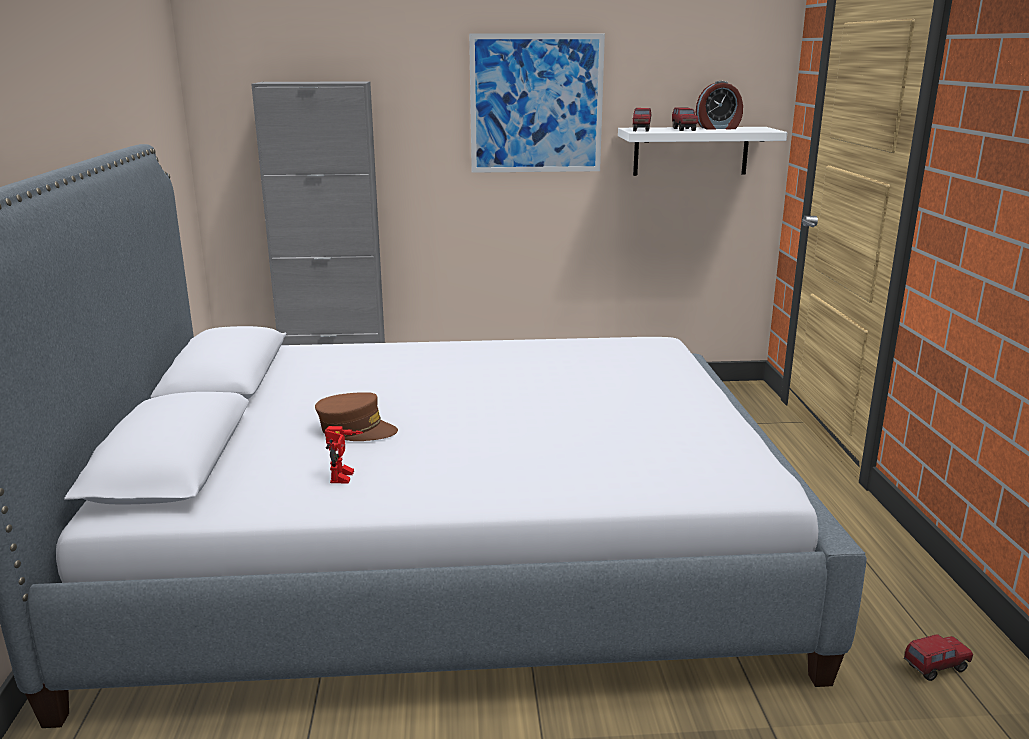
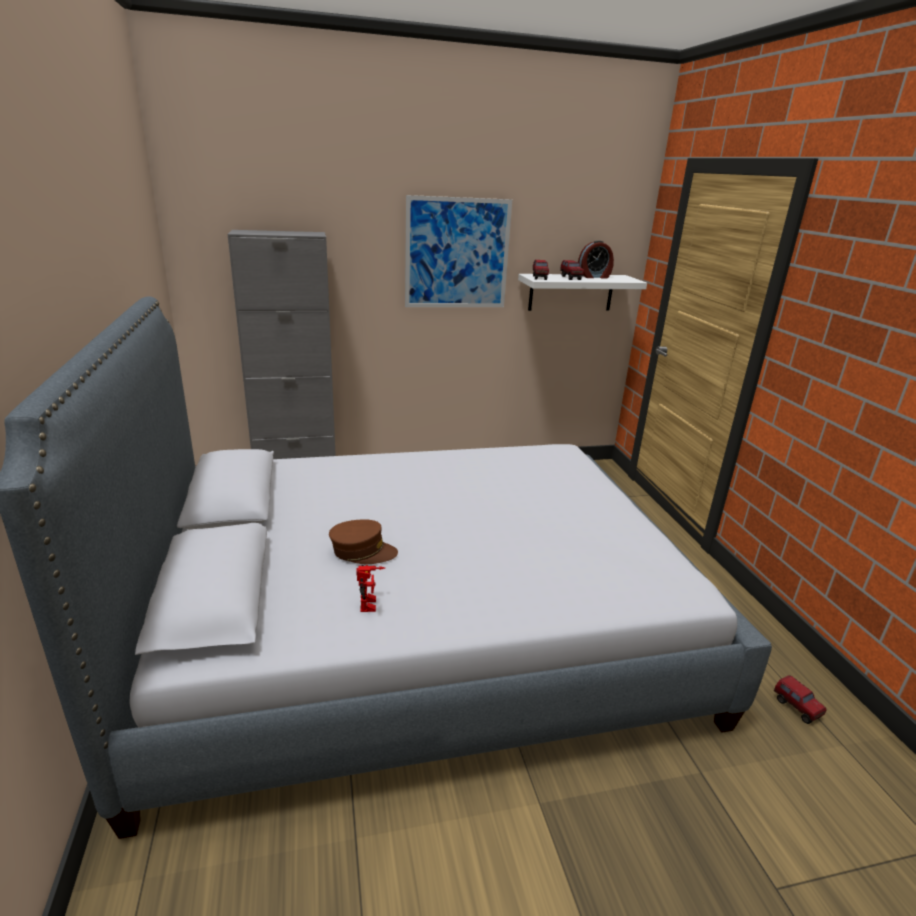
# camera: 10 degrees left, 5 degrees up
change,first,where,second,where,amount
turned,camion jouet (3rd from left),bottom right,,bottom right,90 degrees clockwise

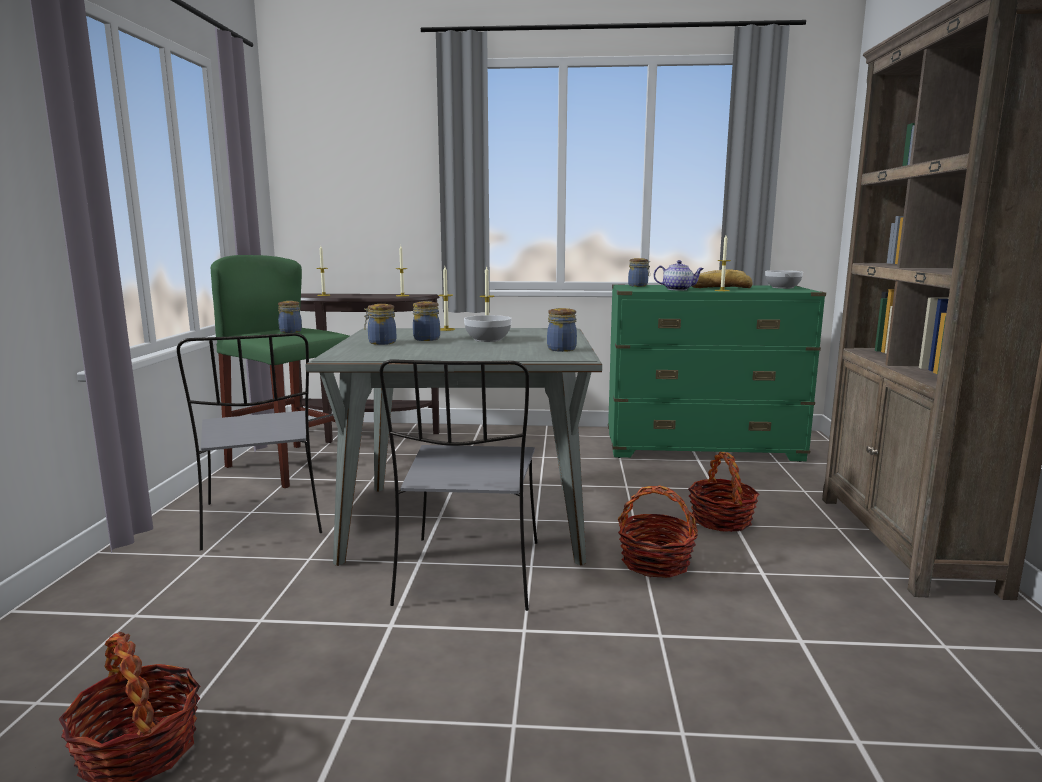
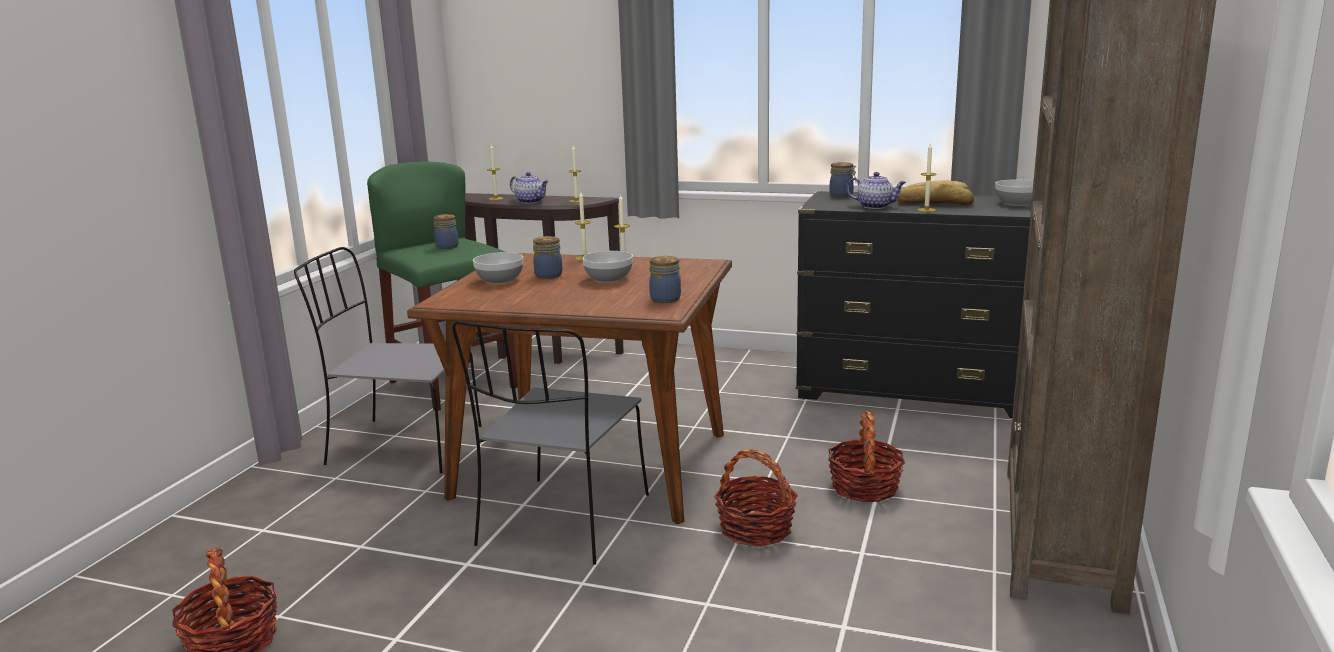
# camera: 15 degrees right, 5 degrees up
change,first,where,second,where,amount
added,,,théière (1st from left),top centre,
replaced,bocal (2nd from left),centre,bol (1st from left),centre,
recoloured,table à manger/gris,centre,table à manger/marron,centre,
recoloured,commode/vert,middle right,commode/noir,middle right,
turned,chaise/gris (1st from left),middle left,,middle left,105 degrees clockwise

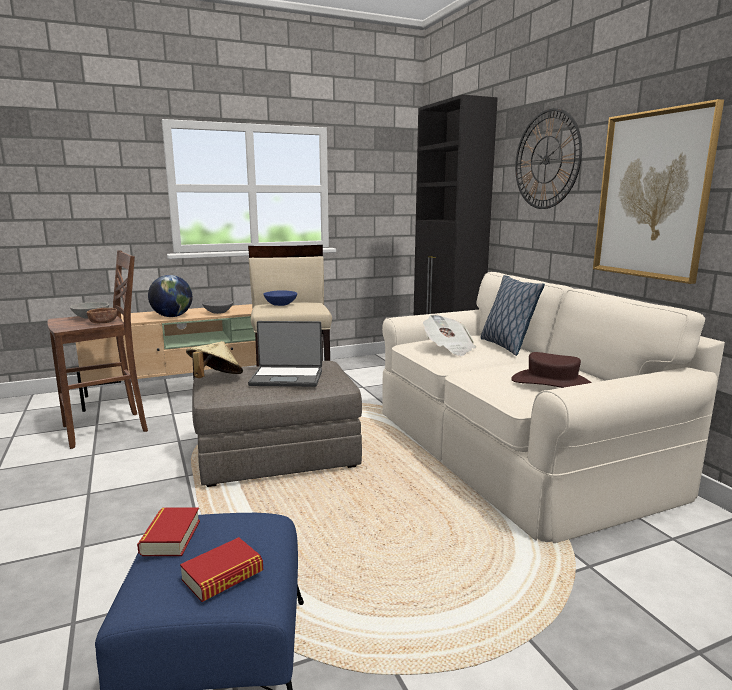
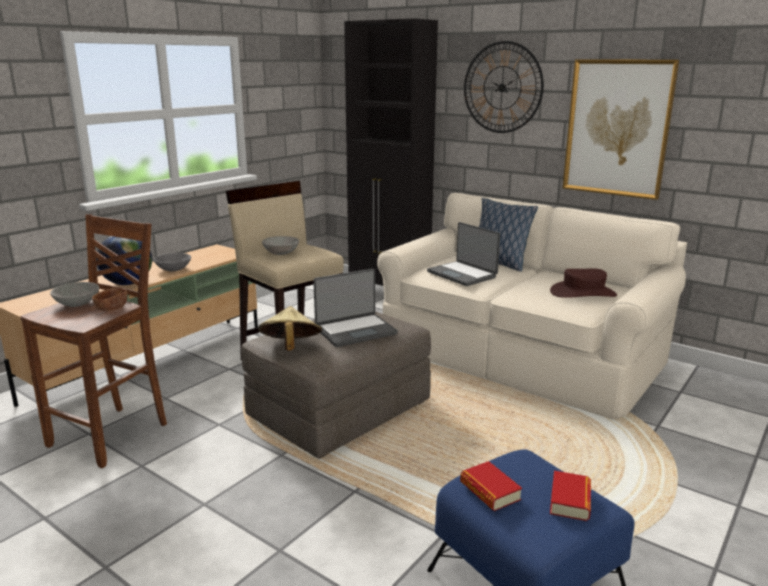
# camera: 30 degrees left, 5 degrees up
change,first,where,second,where,amount
replaced,journal,centre,ordinateur portable (2nd from left),centre,
recoloured,bol/bleu,centre,bol/gris (3rd from left),centre,

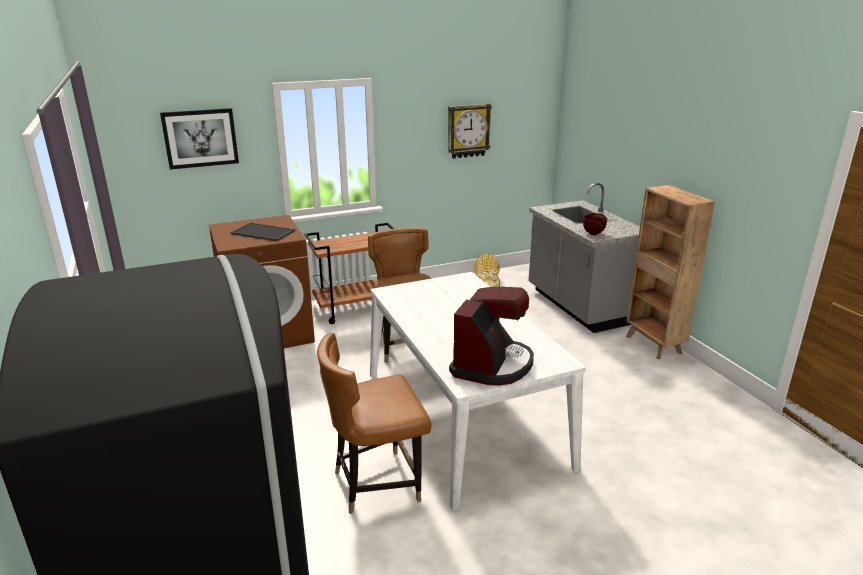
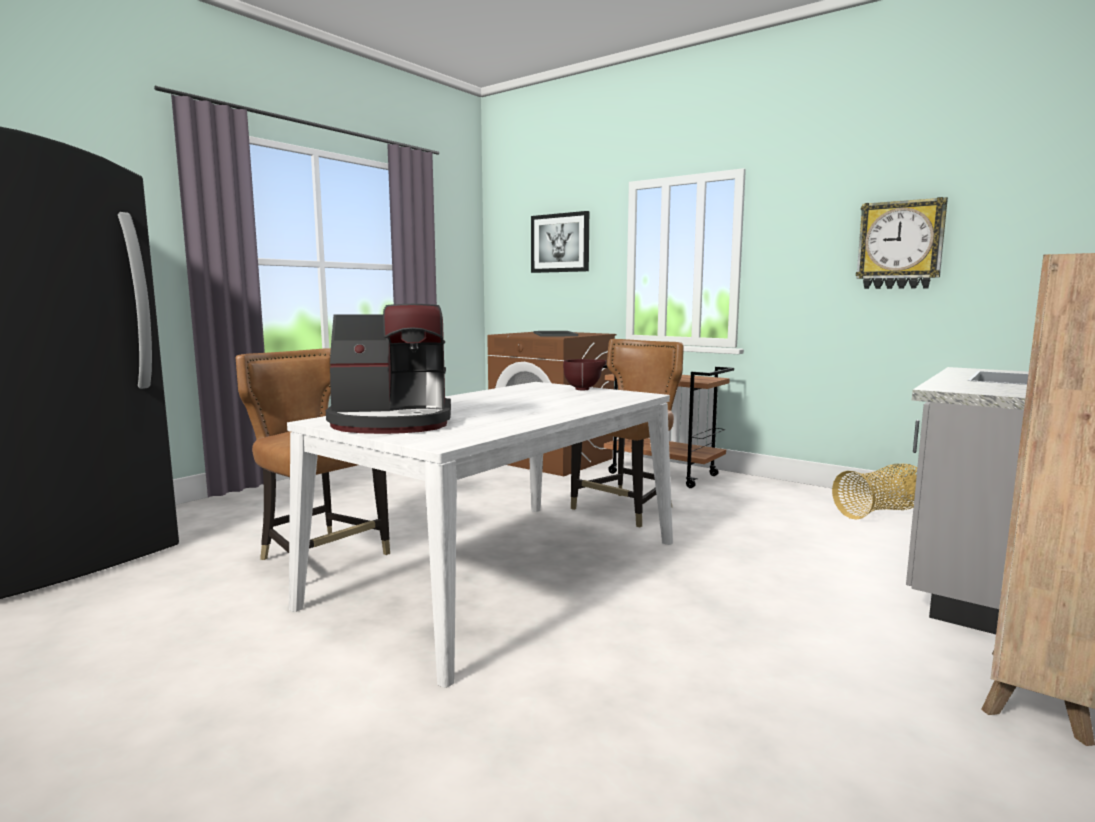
# camera: 60 degrees right, 15 degrees down
change,first,where,second,where,amount
moved,bol/marron,middle right,,centre,

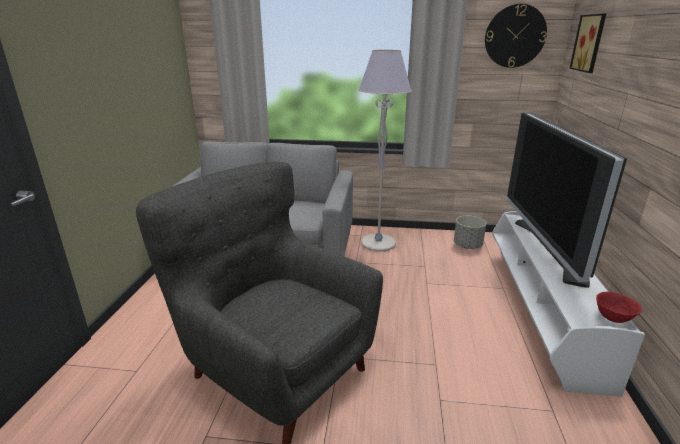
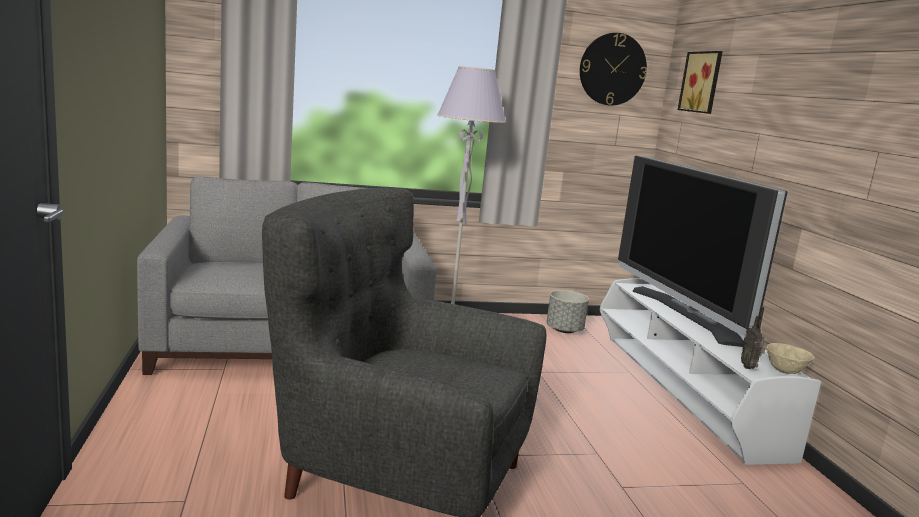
# camera: 20 degrees left, 10 degrees down
change,first,where,second,where,amount
added,,,radio,middle right,
recoloured,bol/rouge,bottom right,bol/beige,bottom right,

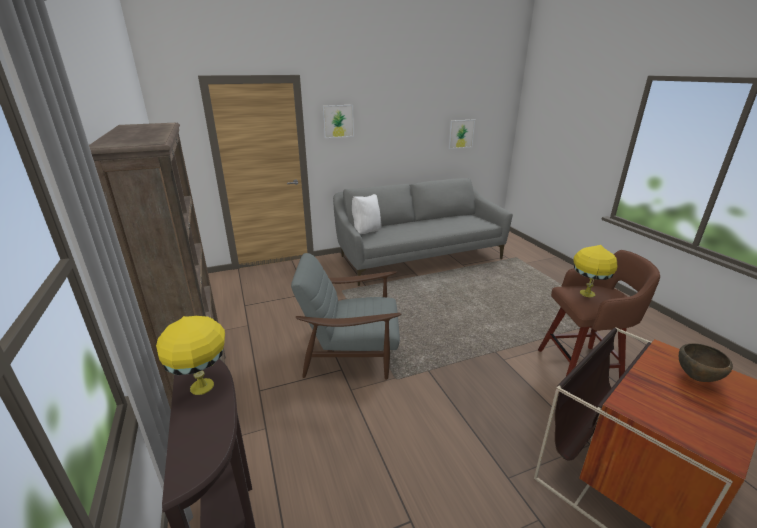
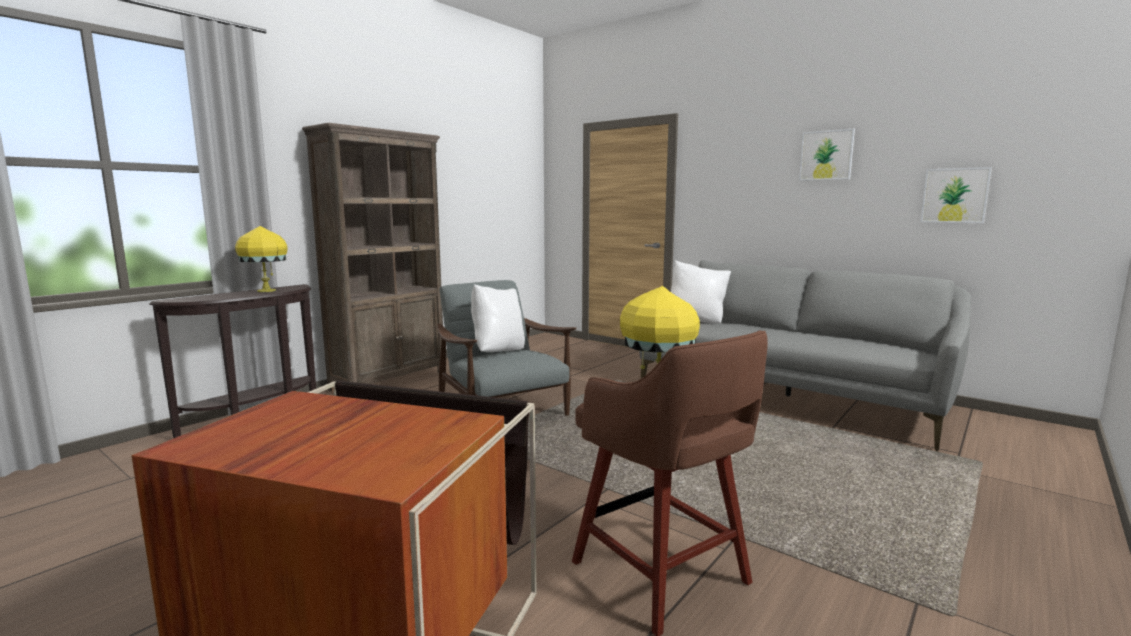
# camera: 60 degrees right, 15 degrees down
change,first,where,second,where,amount
removed,bol/marron,bottom right,,,
added,,,coussin/blanc (1st from left),centre,
moved,tableau (1st from left),top centre,,top right,

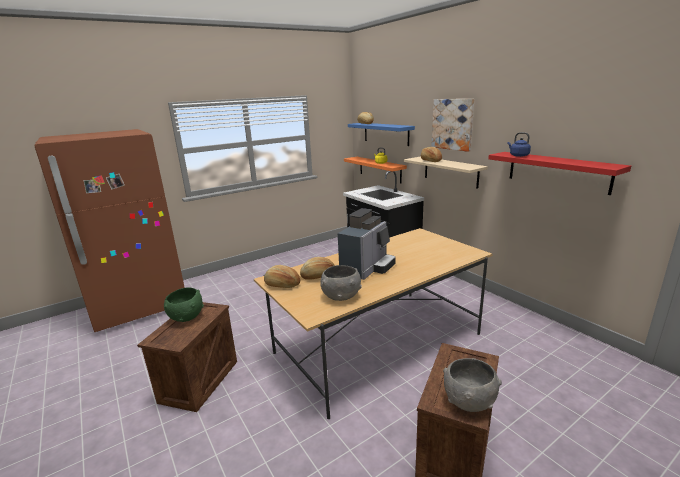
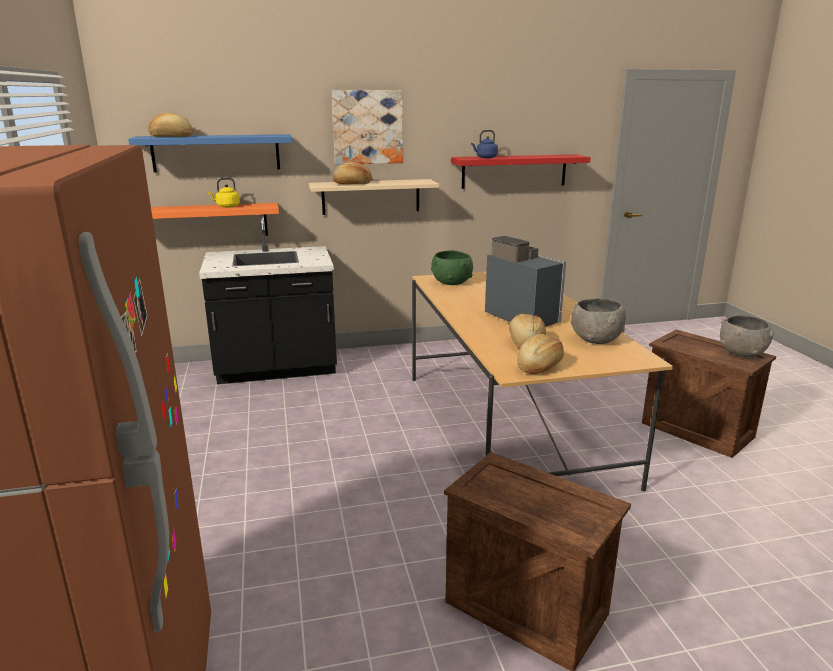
# camera: 70 degrees left, 0 degrees up
change,first,where,second,where,amount
moved,bol/vert,middle left,,centre,

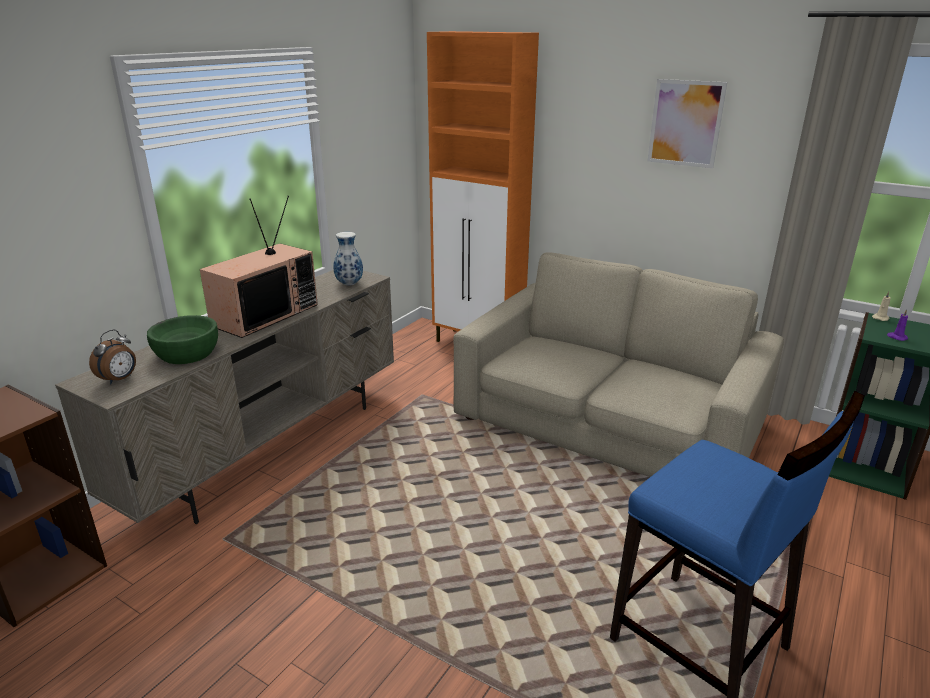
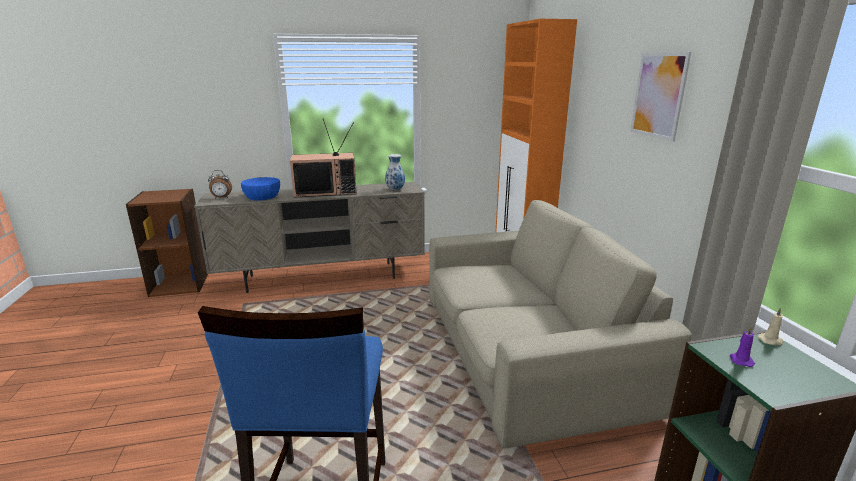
# camera: 45 degrees right, 5 degrees down
change,first,where,second,where,amount
recoloured,bol/vert,middle left,bol/bleu,middle left,

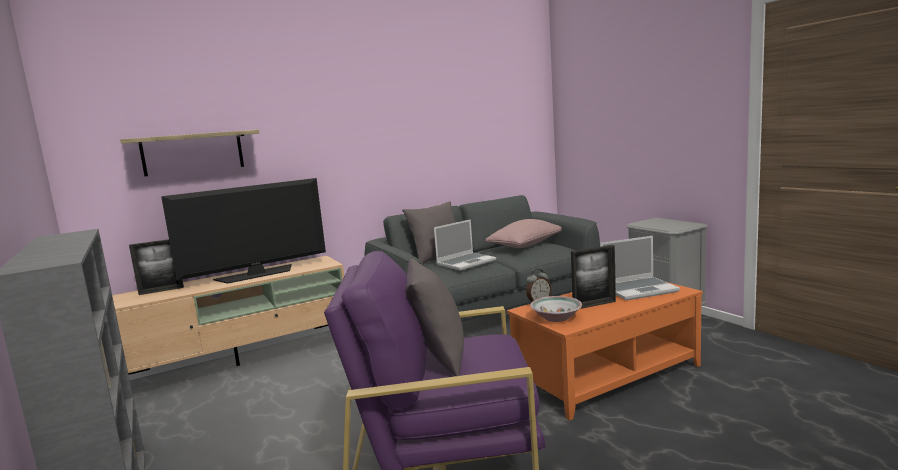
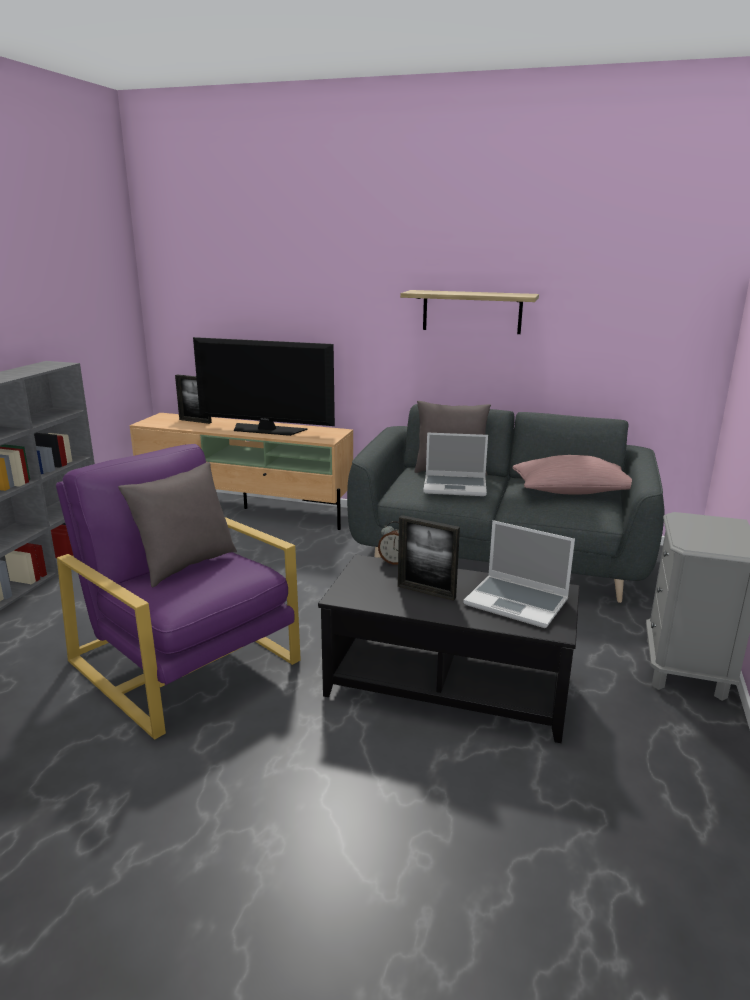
# camera: 45 degrees right, 10 degrees up
change,first,where,second,where,amount
removed,bol,centre,,,
moved,étagère,top left,,top centre,
recoloured,table basse/orange,bottom right,table basse/noir,centre,

